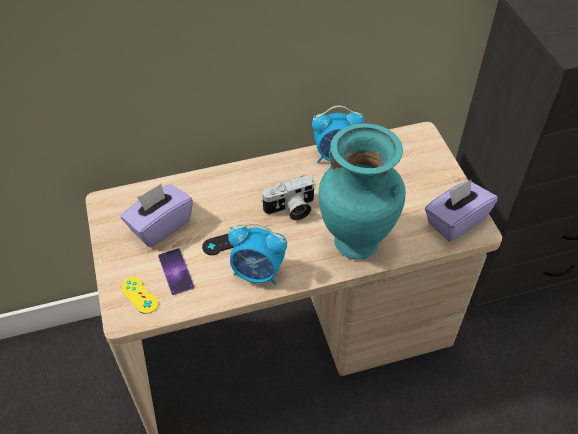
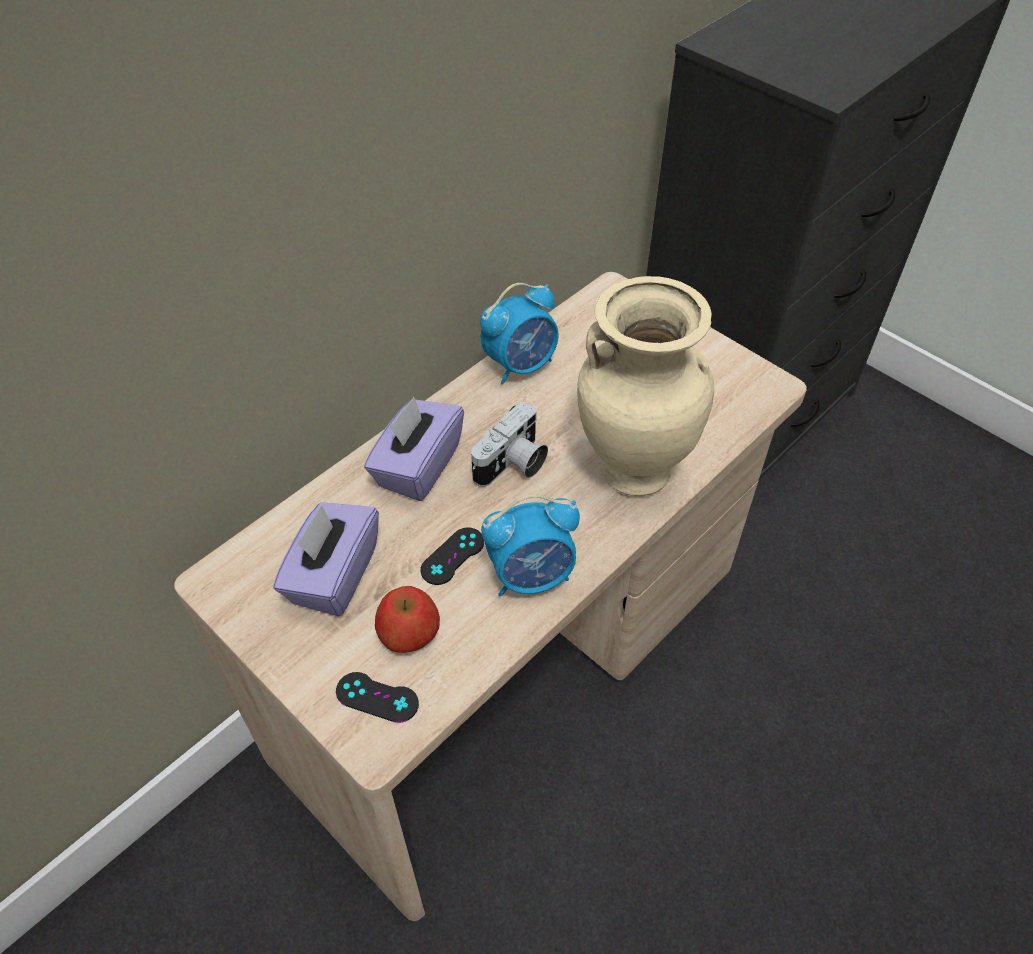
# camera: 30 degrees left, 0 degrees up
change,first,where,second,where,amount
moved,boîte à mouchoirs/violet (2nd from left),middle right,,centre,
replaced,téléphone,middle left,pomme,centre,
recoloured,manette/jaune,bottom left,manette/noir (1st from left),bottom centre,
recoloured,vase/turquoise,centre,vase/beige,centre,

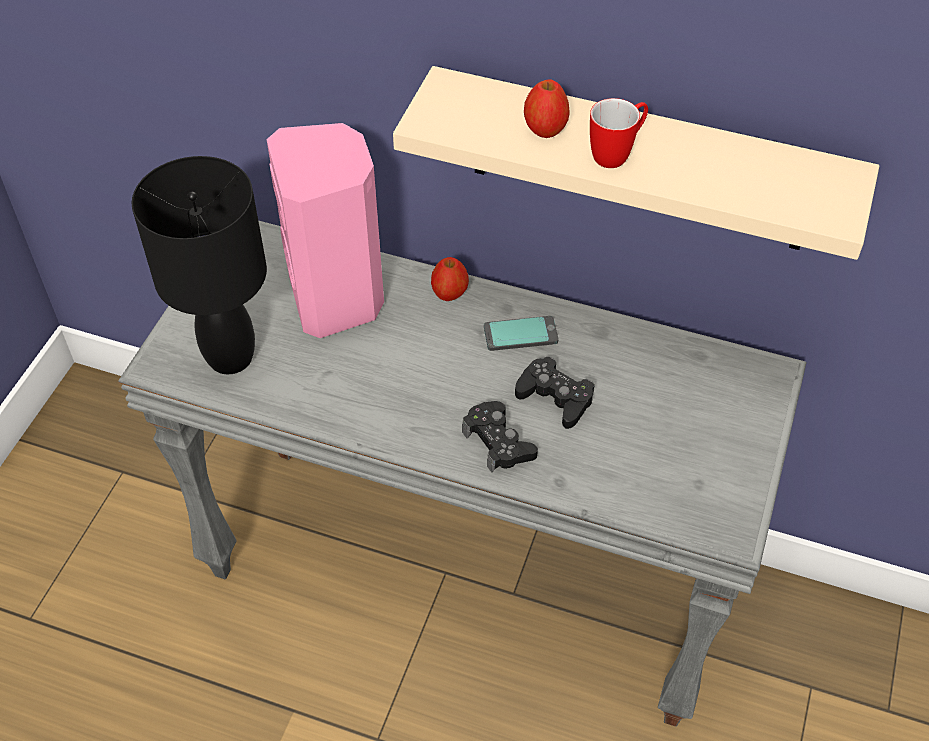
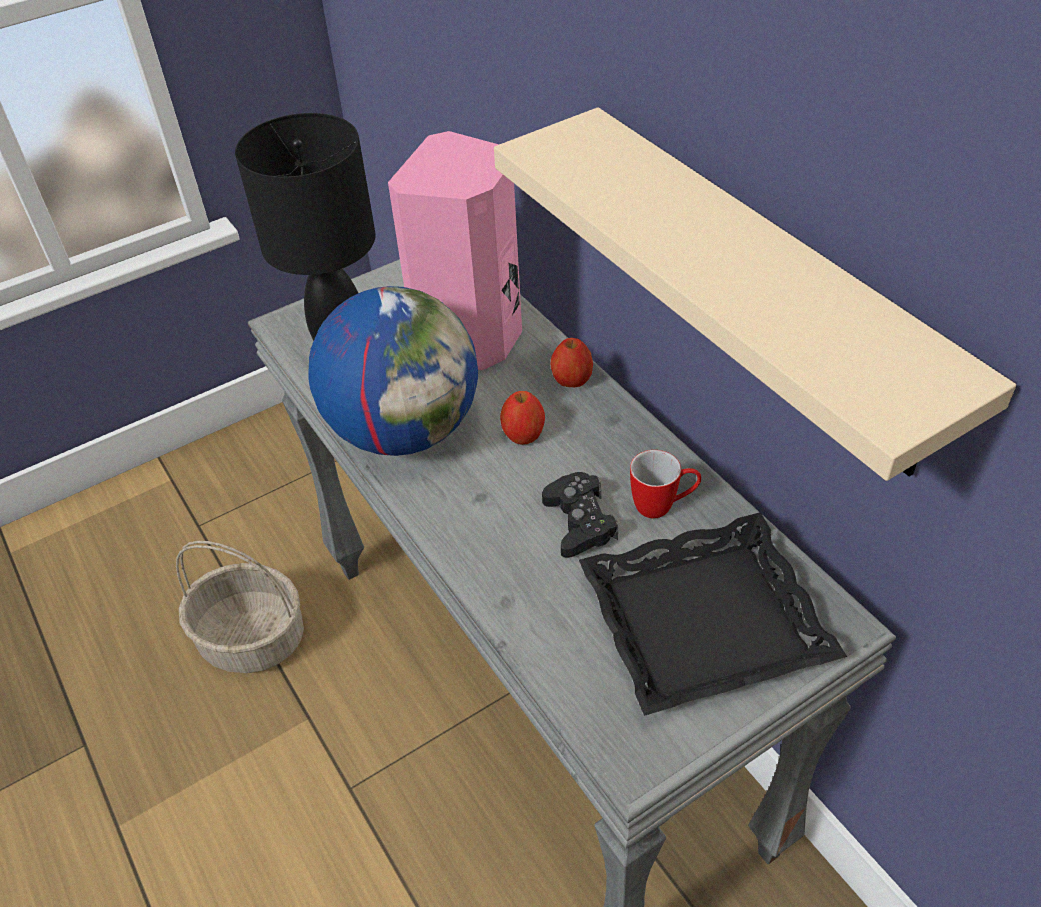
# camera: 40 degrees right, 5 degrees down
change,first,where,second,where,amount
removed,manette/noir (1st from left),centre,,,
removed,téléphone,centre,,,
added,,,panier,bottom left,
added,,,globe,centre,
added,,,plateau/noir,bottom right,
moved,pomme (2nd from left in the first image),top centre,pomme (1st from left),centre,
moved,mug,top centre,,centre,

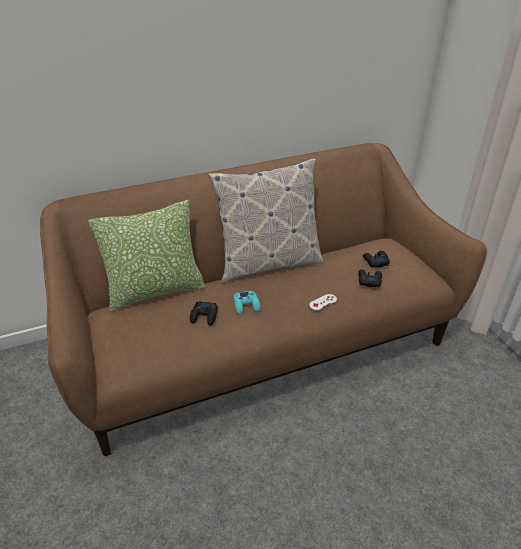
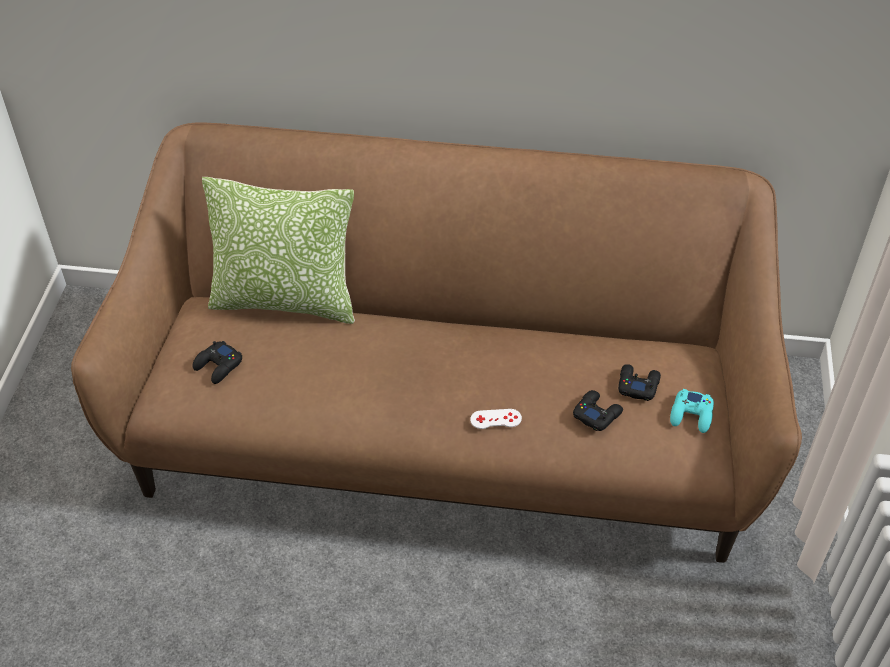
# camera: 30 degrees right, 10 degrees up
change,first,where,second,where,amount
removed,coussin (2nd from left),centre,,,
moved,manette/noir (1st from left),centre,,middle left,
moved,manette/turquoise,centre,,middle right,

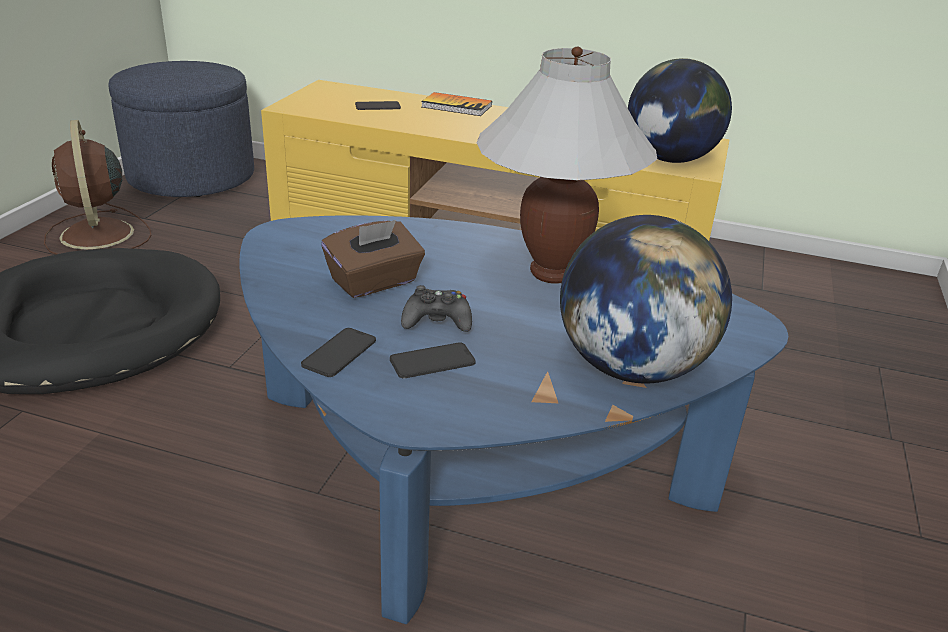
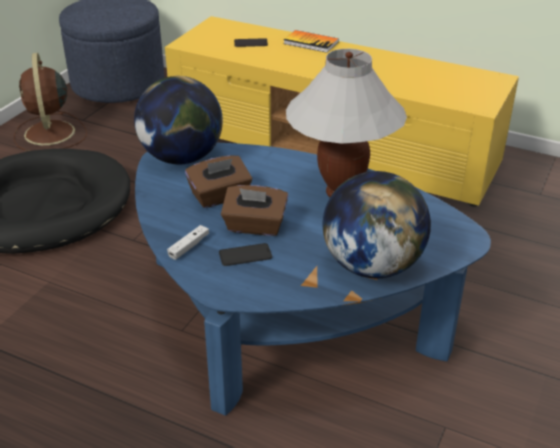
# camera: 10 degrees right, 5 degrees up
change,first,where,second,where,amount
moved,globe (2nd from left in the first image),top right,globe (1st from left),top left,
replaced,téléphone (1st from left),centre,manette/blanc,centre,
replaced,manette/noir,centre,boîte à mouchoirs/marron (2nd from left),centre,

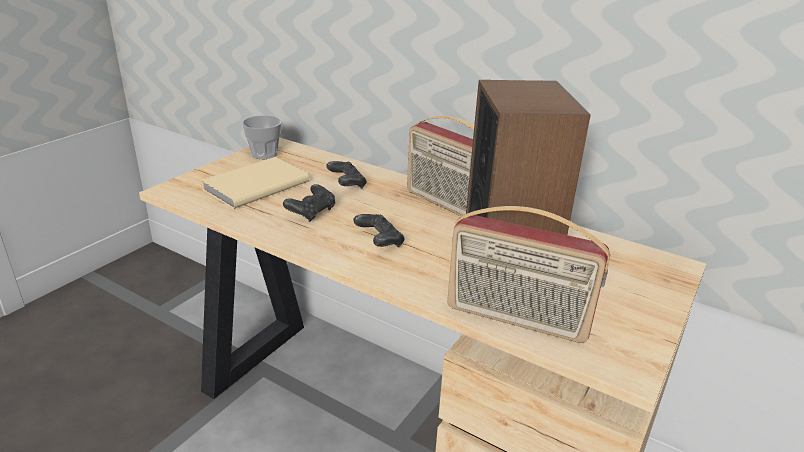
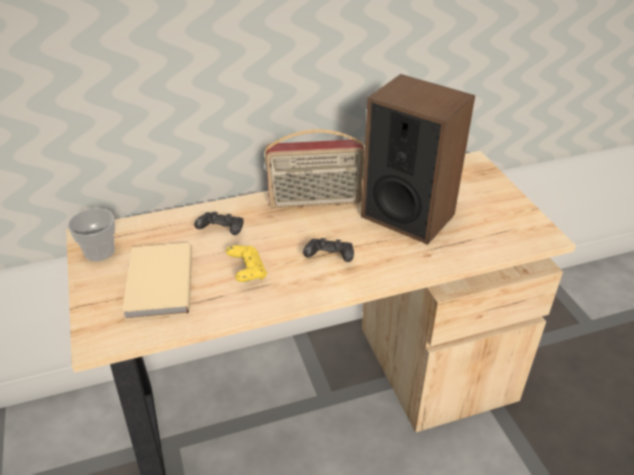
# camera: 50 degrees left, 10 degrees up
change,first,where,second,where,amount
removed,radio (2nd from left),centre,,,
recoloured,manette/noir (1st from left),centre,manette/jaune,centre,

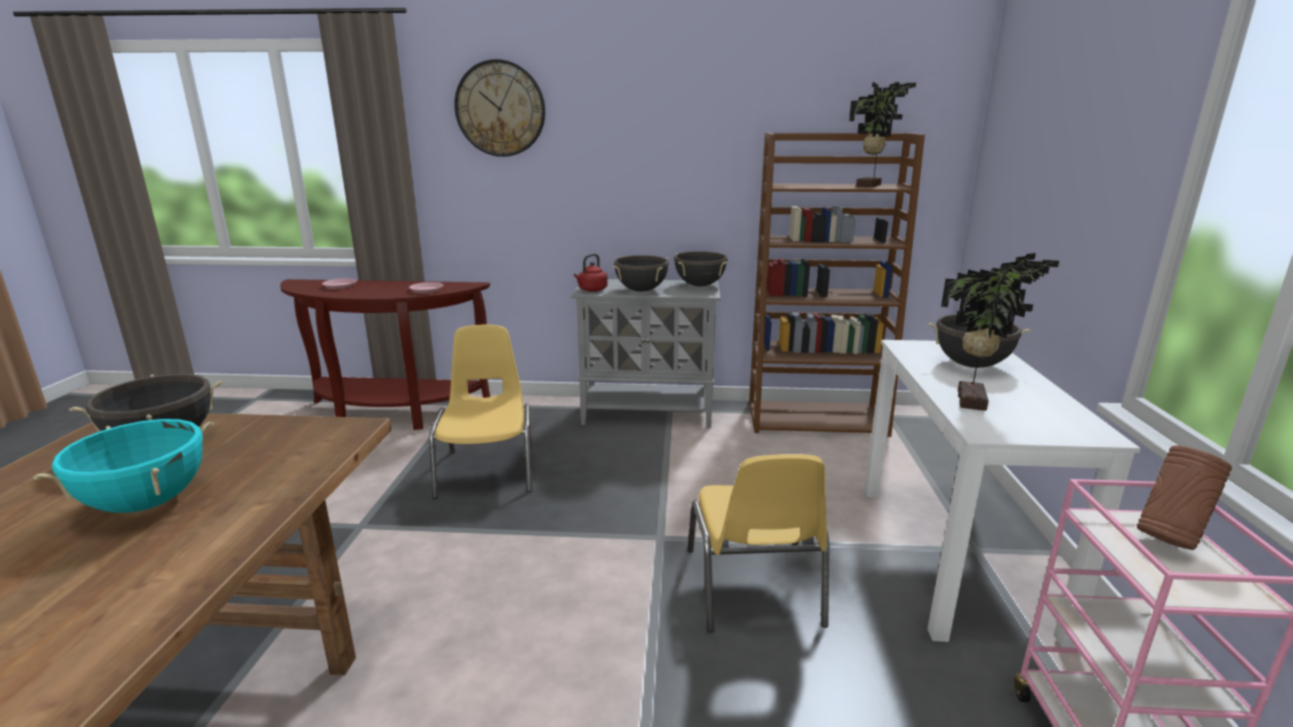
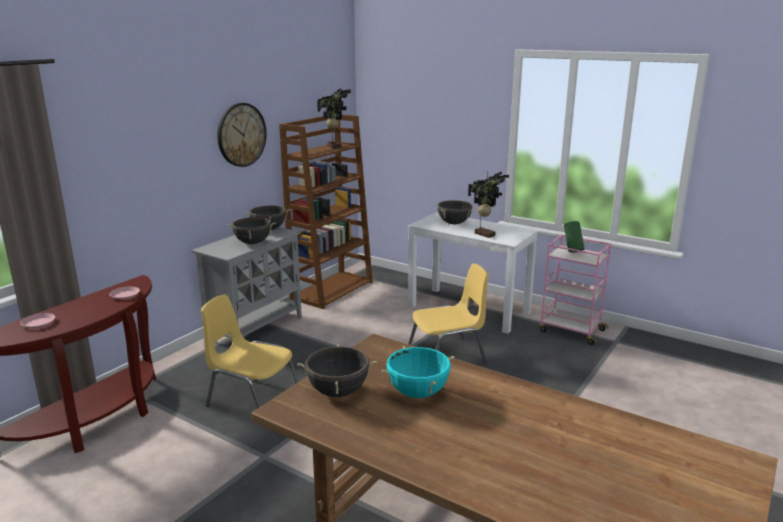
# camera: 60 degrees left, 0 degrees up
change,first,where,second,where,amount
removed,bouilloire/rouge,centre,,,
moved,horloge murale,top centre,,top left,
recoloured,vase/marron,bottom right,vase/vert,middle right,
turned,chaise/jaune (2nd from left),bottom centre,,centre,45 degrees counterclockwise

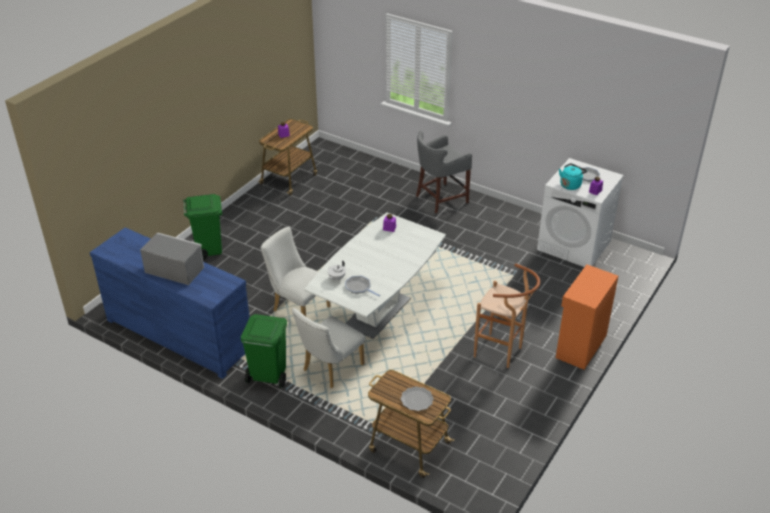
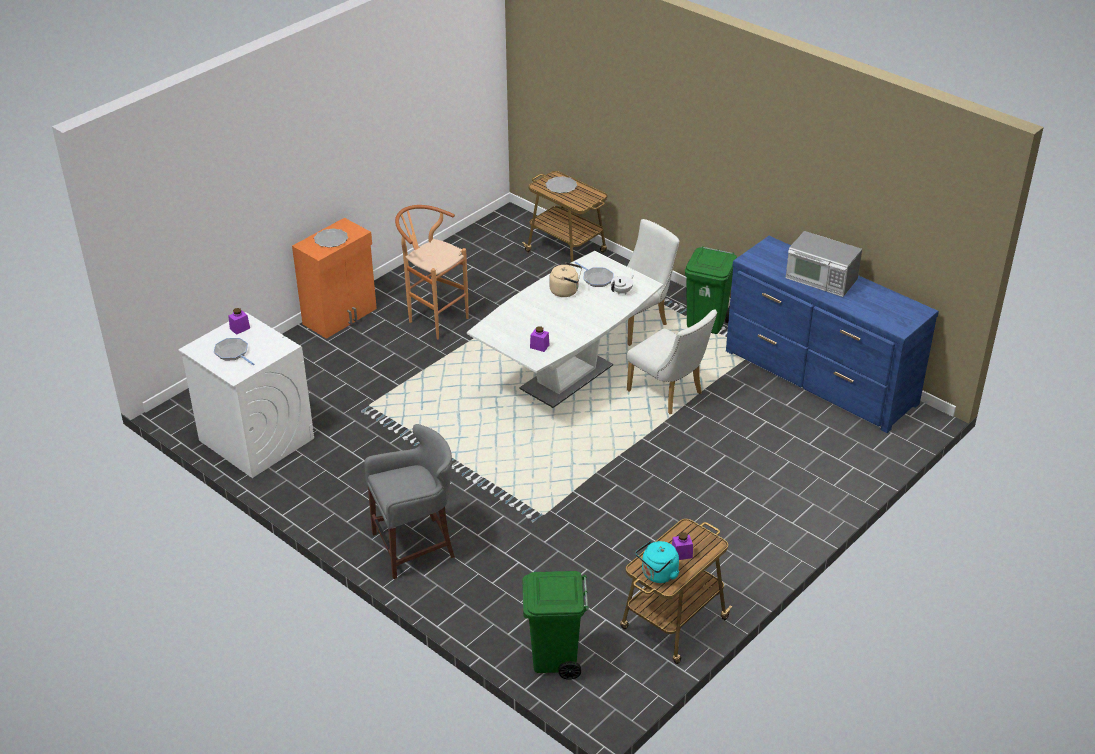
# camera: 170 degrees left, 0 degrees up
change,first,where,second,where,amount
added,,,assiette (1st from left),top left,
added,,,bouilloire/beige,centre,
moved,poubelle/vert (1st from left),middle left,,bottom centre,
moved,bouilloire/turquoise,middle right,,bottom centre,

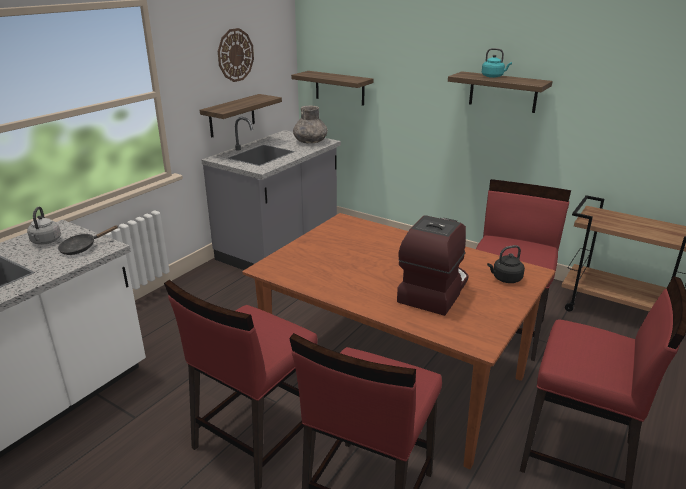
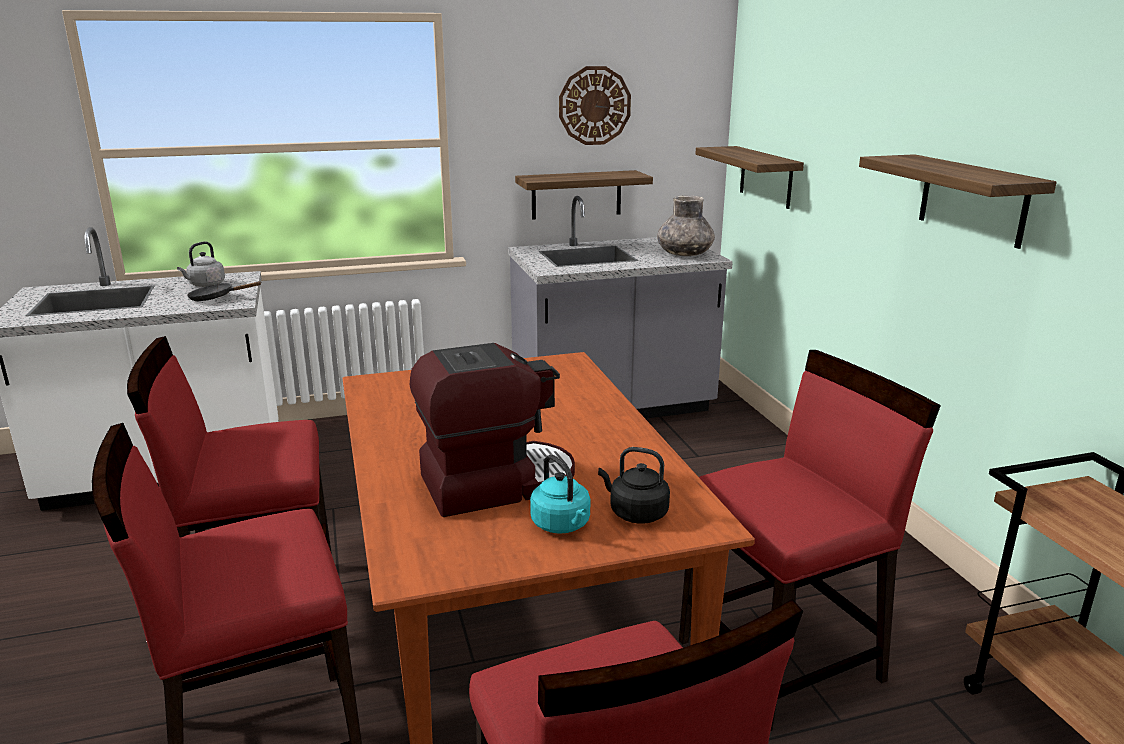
# camera: 40 degrees right, 5 degrees down
change,first,where,second,where,amount
moved,bouilloire/turquoise,top right,,centre,

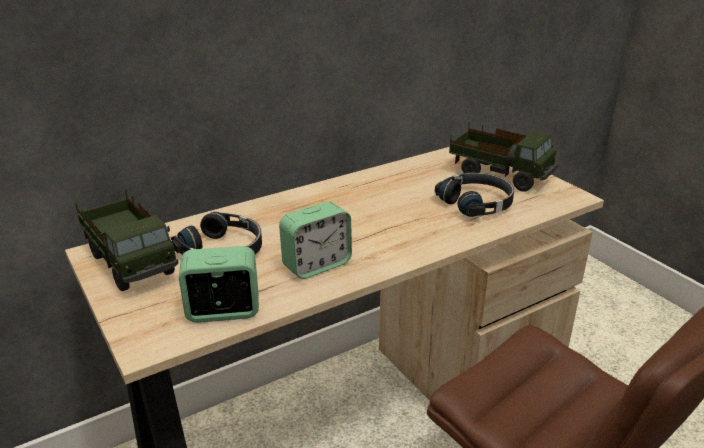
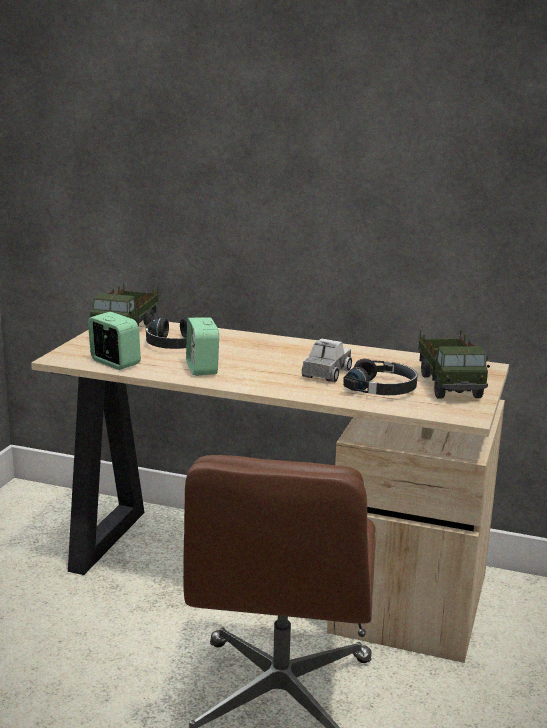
# camera: 50 degrees right, 10 degrees down
change,first,where,second,where,amount
added,,,camion jouet (2nd from left),centre,
turned,réveil (2nd from left),centre,,centre,60 degrees clockwise

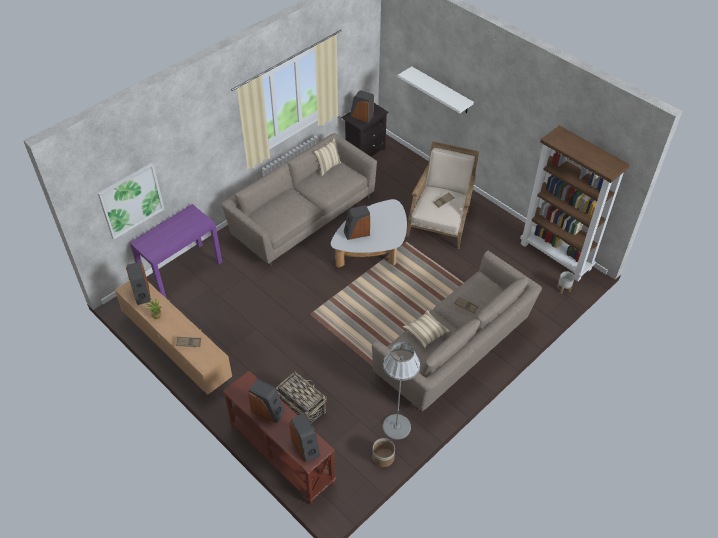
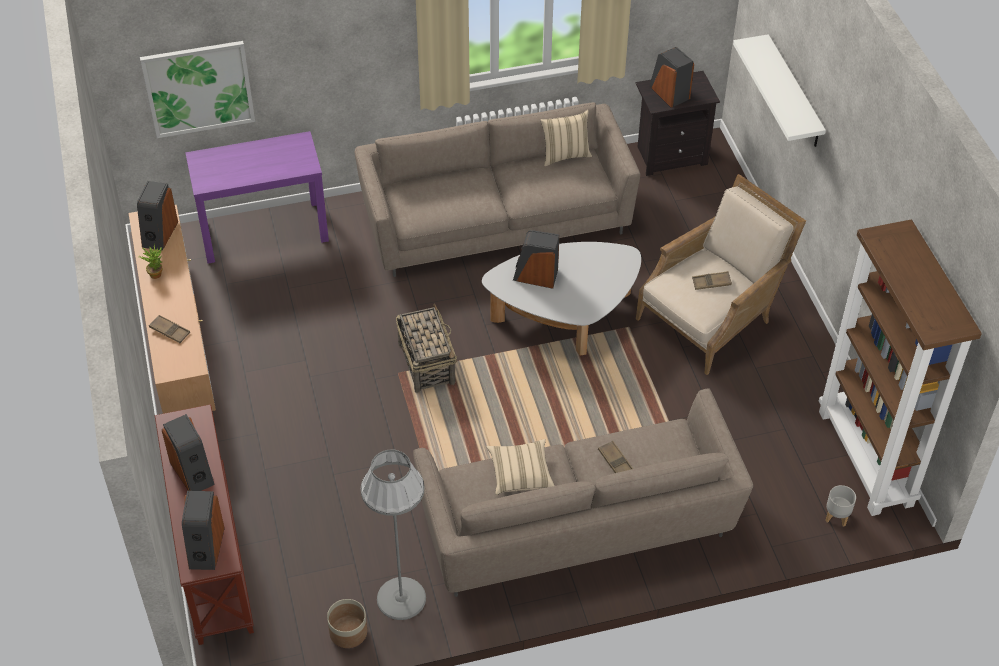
# camera: 30 degrees right, 0 degrees up
change,first,where,second,where,amount
moved,panier,bottom centre,,centre,

